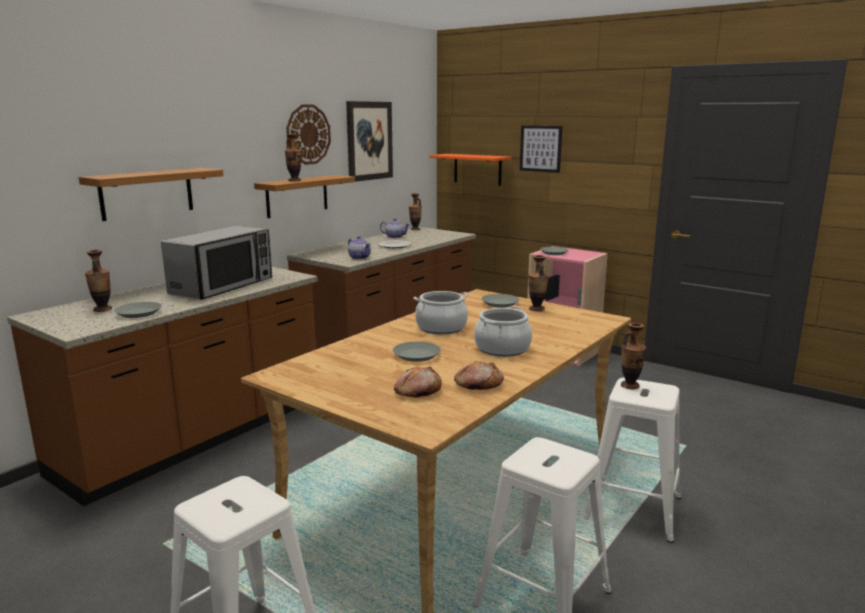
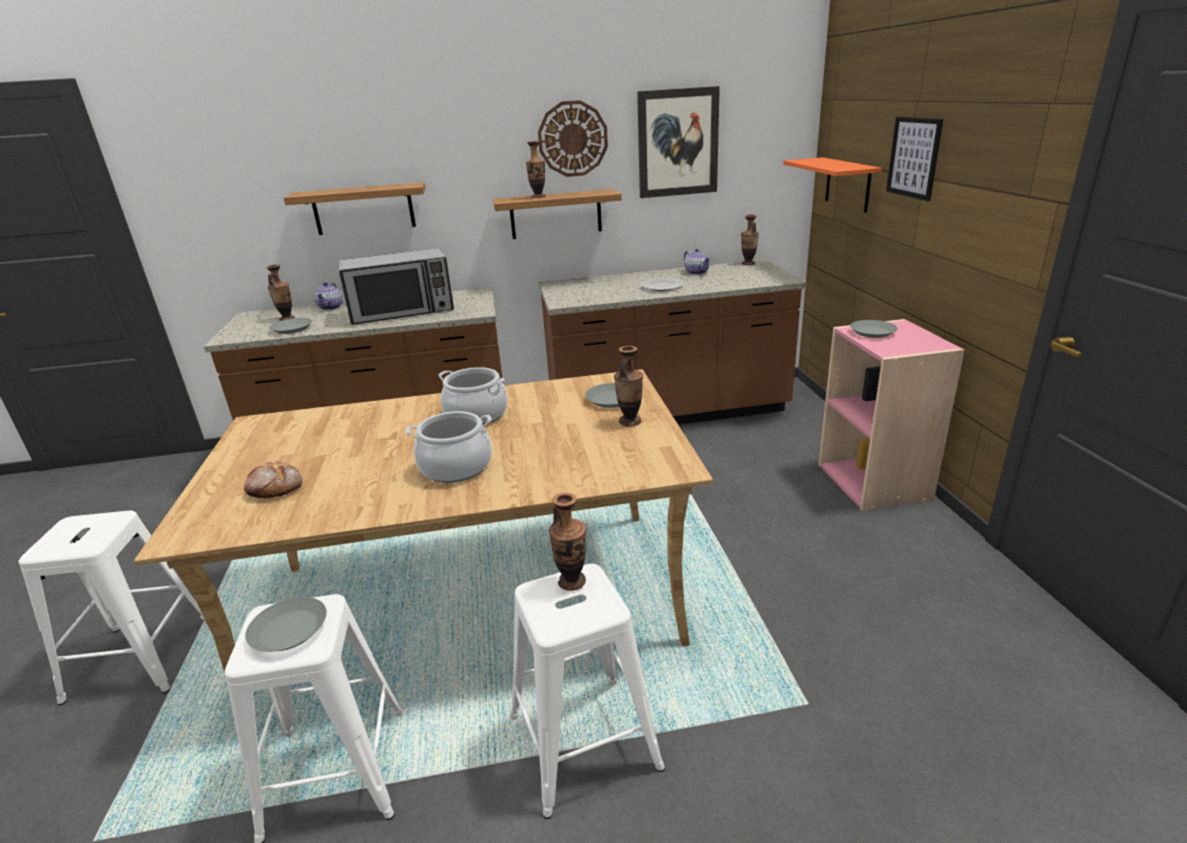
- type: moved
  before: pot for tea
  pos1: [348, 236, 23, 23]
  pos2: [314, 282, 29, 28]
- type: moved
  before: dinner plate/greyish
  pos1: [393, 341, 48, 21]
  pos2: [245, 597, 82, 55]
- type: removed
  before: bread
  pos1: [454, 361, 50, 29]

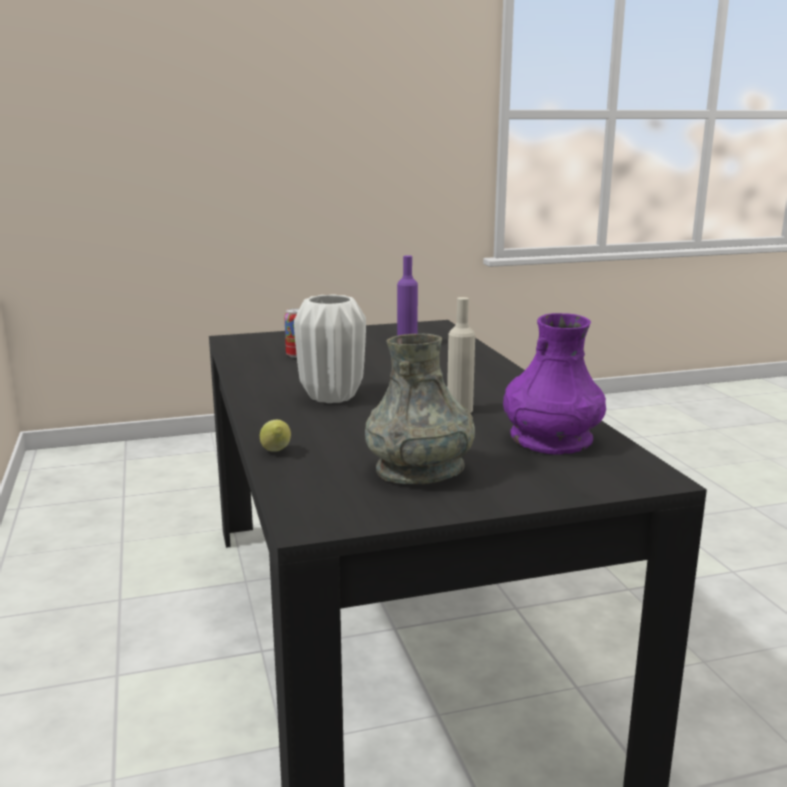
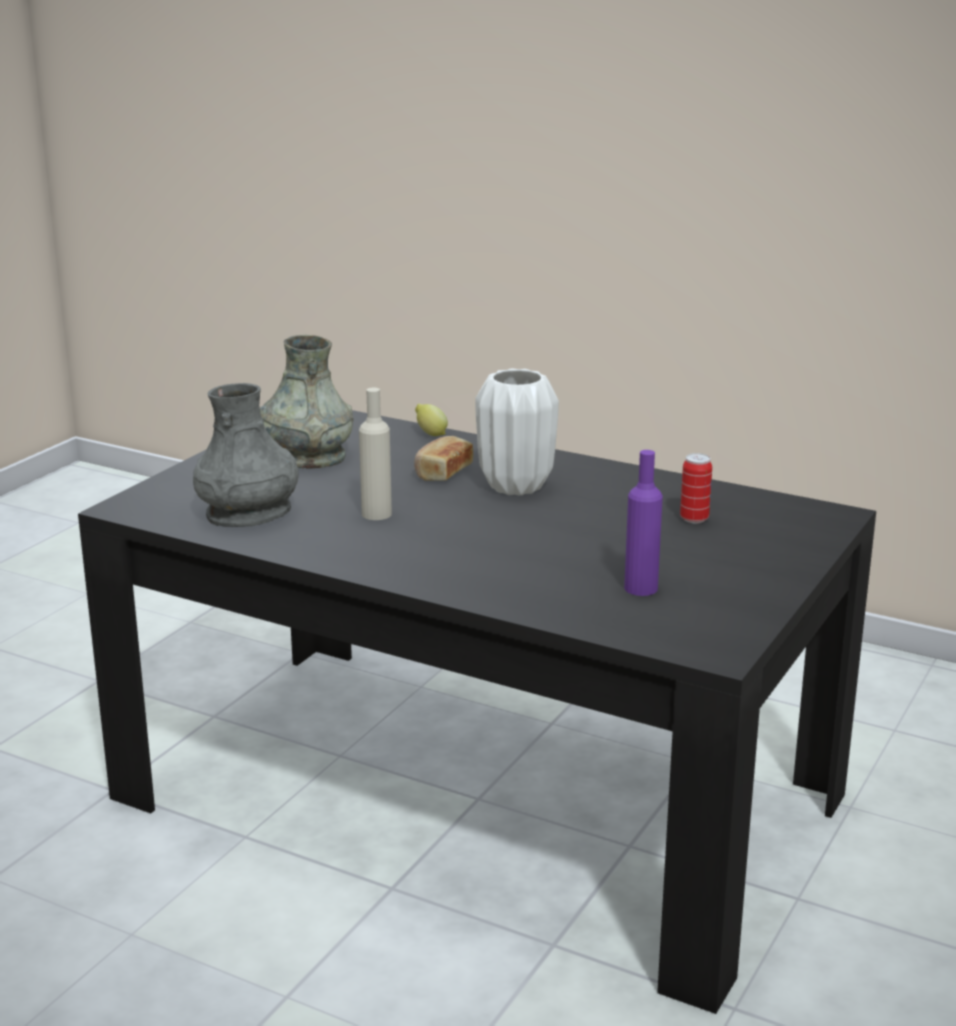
- type: recoloured
  before: decorative vase/purplish
  after: decorative vase/greyish
  pos1: [503, 313, 103, 142]
  pos2: [193, 383, 106, 144]
- type: added
  after: bread
  pos2: [414, 436, 59, 45]

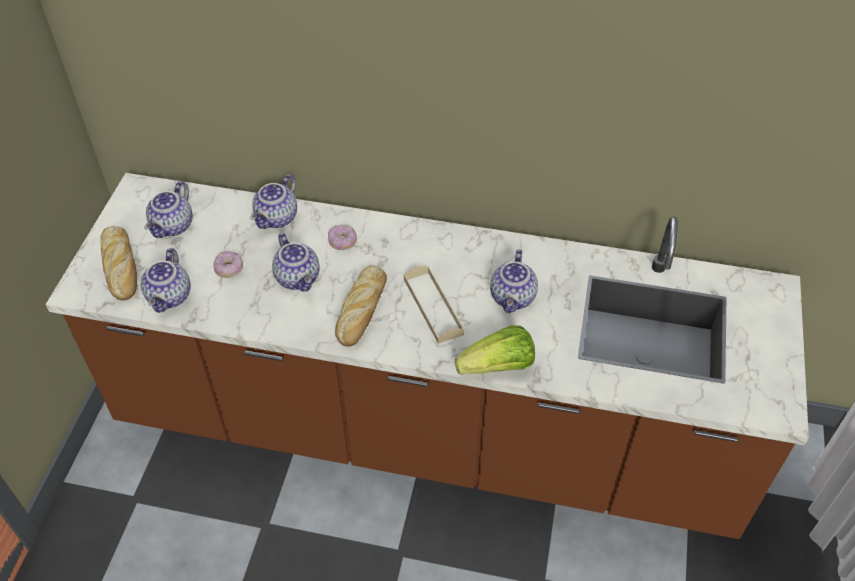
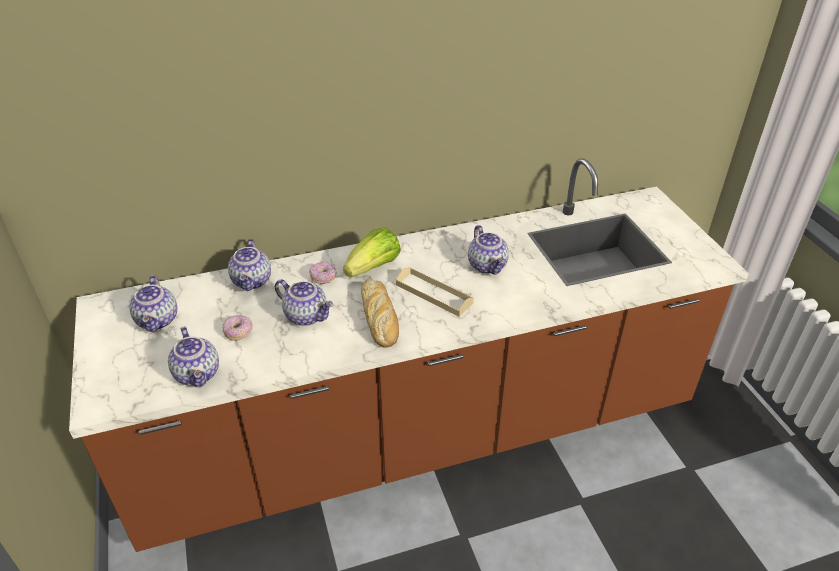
- type: removed
  before: bread
  pos1: [100, 226, 37, 74]
- type: moved
  before: head of lettuce
  pos1: [455, 325, 80, 49]
  pos2: [343, 228, 58, 49]

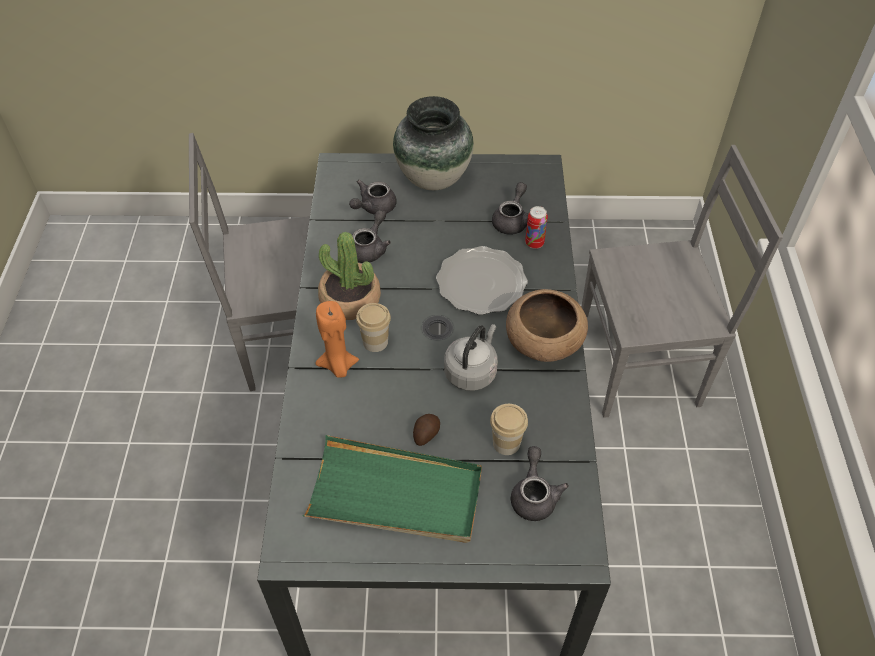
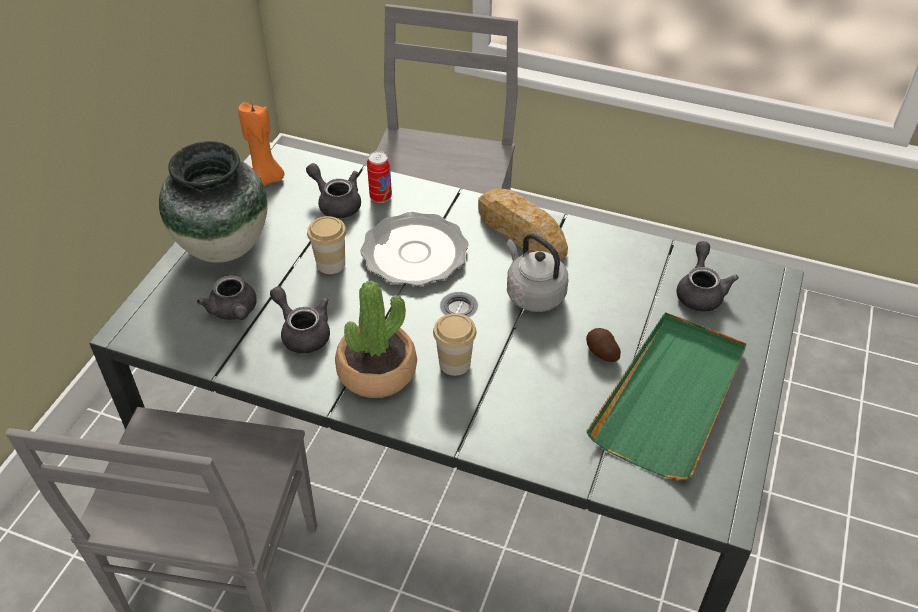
- type: replaced
  before: serving bowl/brownish
  after: bread
  pos1: [506, 289, 82, 73]
  pos2: [478, 188, 90, 72]
- type: moved
  before: wax candle/orange-coloured
  pos1: [316, 301, 43, 76]
  pos2: [238, 102, 46, 84]
- type: moved
  before: cup
  pos1: [490, 404, 38, 51]
  pos2: [307, 216, 40, 58]
- type: turned
  before: pot for tea/greyish
  pos1: [511, 446, 58, 75]
  pos2: [677, 241, 62, 71]
  turn: 75

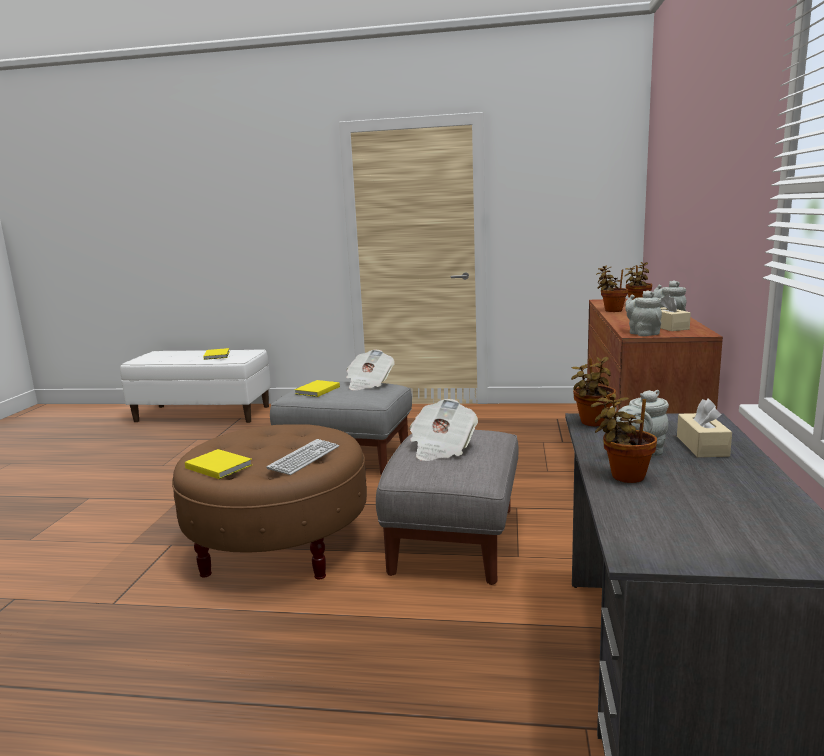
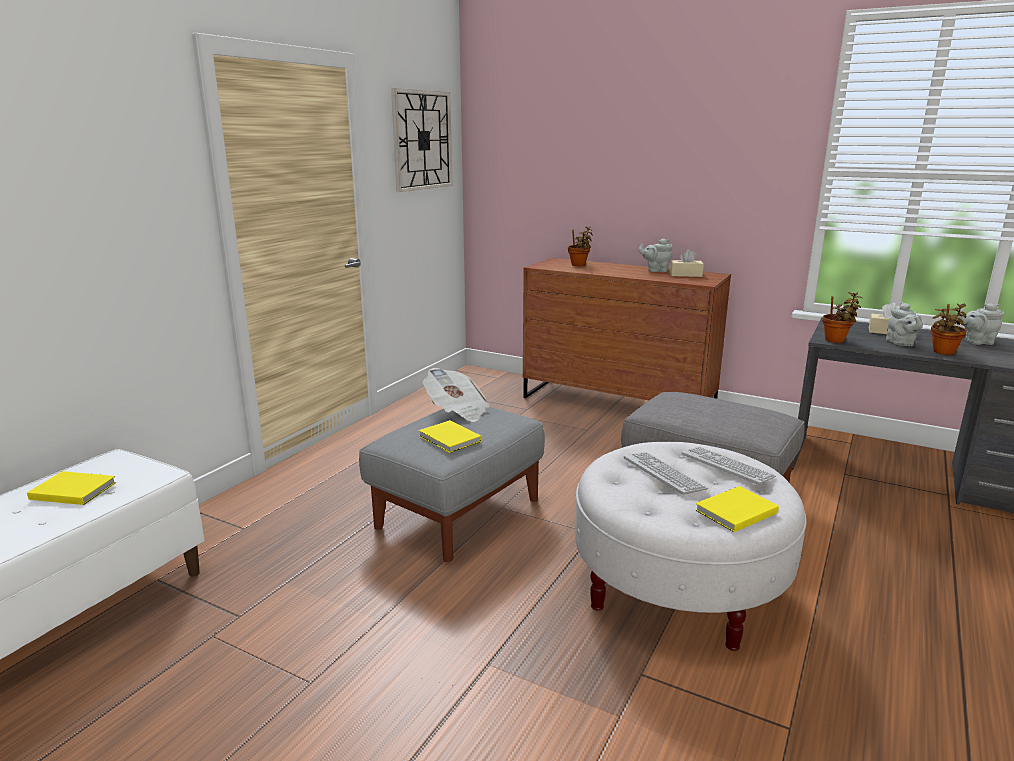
- type: removed
  before: potted plant
  pos1: [596, 266, 32, 46]
- type: moved
  before: pot for tea/greyish
  pos1: [625, 290, 37, 46]
  pos2: [958, 303, 46, 42]
- type: removed
  before: printed paper
  pos1: [410, 399, 68, 62]
- type: recoloured
  before: pouffe/brownish
  after: pouffe/white-coloured
  pos1: [172, 424, 195, 156]
  pos2: [575, 442, 231, 209]
- type: added
  after: hanging clock
  pos2: [391, 88, 62, 104]
- type: added
  after: keyboard
  pos2: [624, 452, 84, 43]

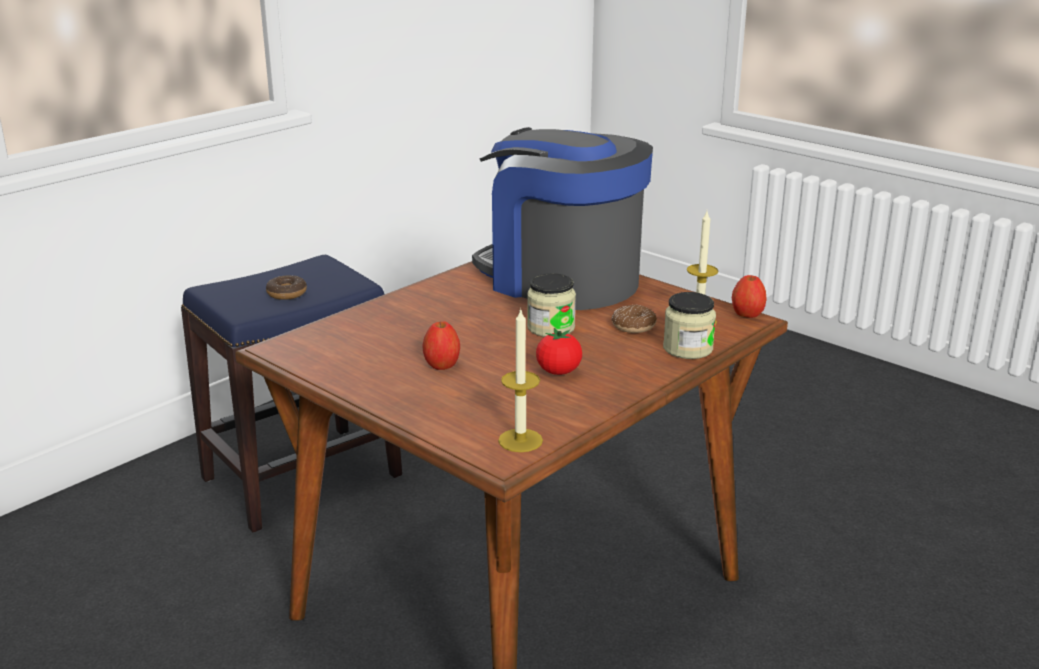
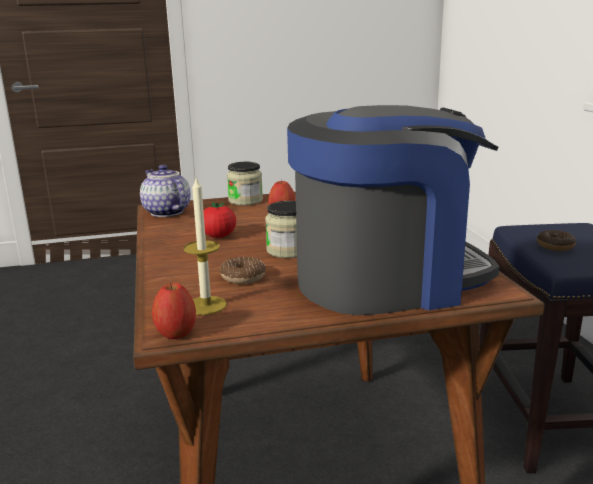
- type: moved
  before: storage jar
  pos1: [663, 292, 53, 67]
  pos2: [227, 162, 36, 44]
- type: replaced
  before: wax candle
  after: pot for tea
  pos1: [498, 308, 45, 144]
  pos2: [140, 164, 50, 53]

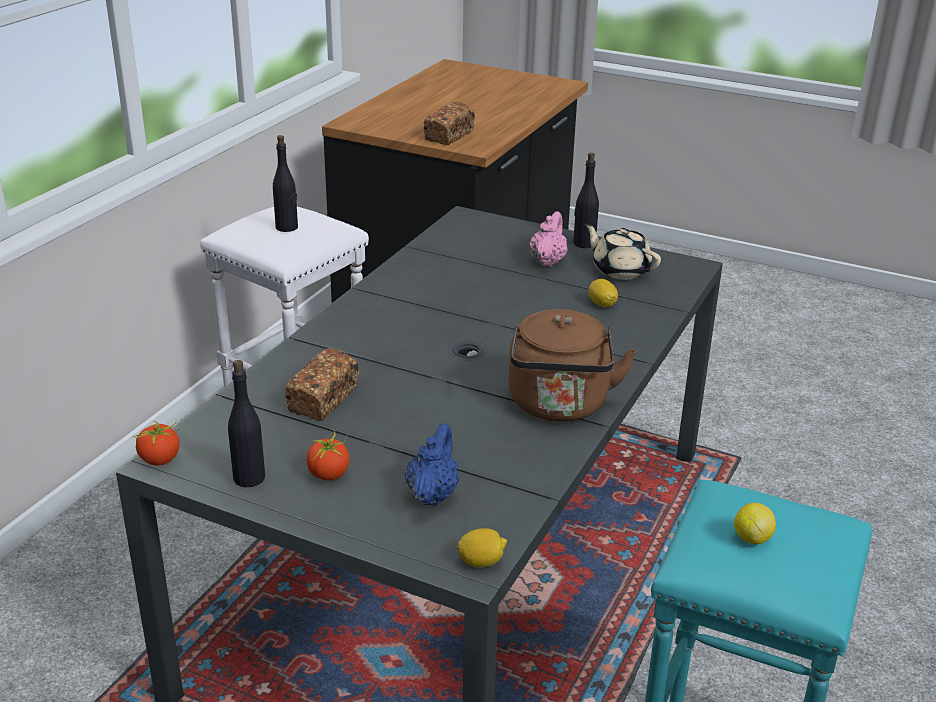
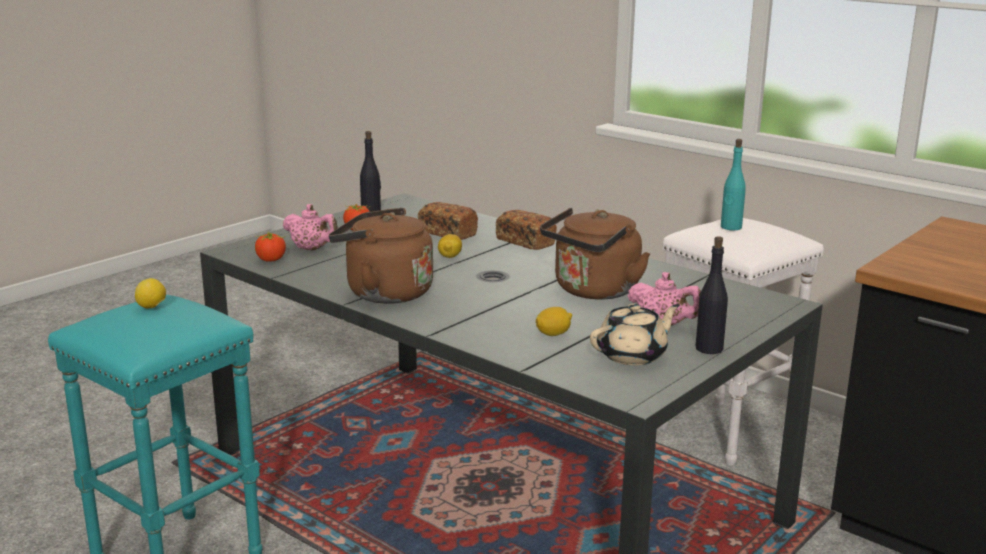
- type: moved
  before: bread
  pos1: [424, 102, 51, 43]
  pos2: [496, 210, 61, 40]
- type: recoloured
  before: drink bottle/blackish
  after: drink bottle/turquoise-coloured
  pos1: [273, 135, 25, 97]
  pos2: [721, 139, 25, 91]
- type: moved
  before: tomato
  pos1: [133, 419, 47, 47]
  pos2: [255, 232, 31, 30]
- type: recoloured
  before: pot for tea/blue-coloured
  after: pot for tea/pink
  pos1: [405, 423, 54, 83]
  pos2: [283, 204, 55, 47]
- type: moved
  before: whole lemon
  pos1: [457, 528, 50, 39]
  pos2: [438, 234, 24, 24]
- type: added
  after: kettle/brownish
  pos2: [540, 208, 110, 92]

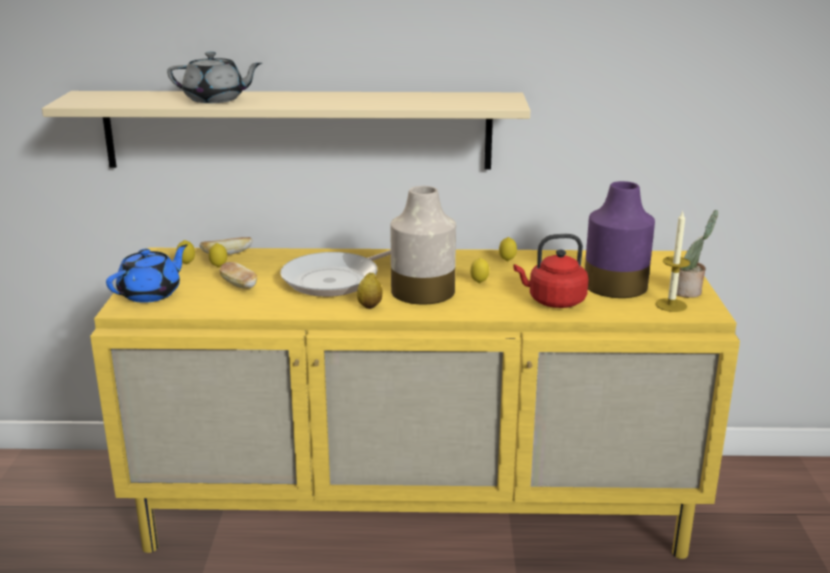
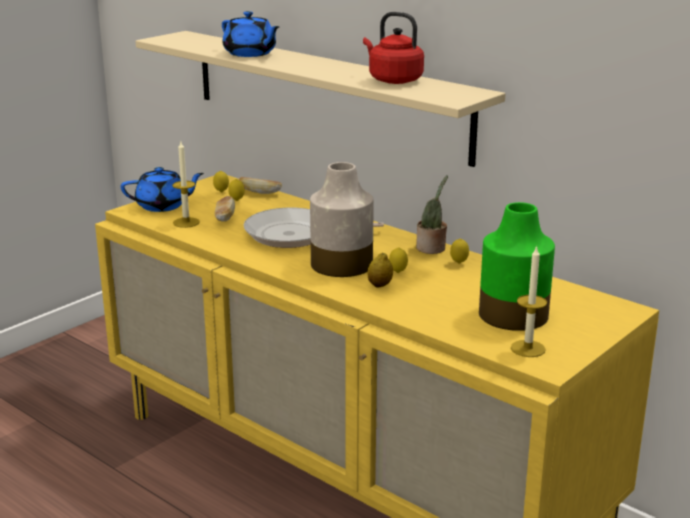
- type: recoloured
  before: pot for tea/greyish
  after: pot for tea/blue-coloured
  pos1: [167, 52, 95, 51]
  pos2: [222, 11, 58, 46]
- type: recoloured
  before: decorative vase/purplish
  after: decorative vase/greenish
  pos1: [585, 181, 70, 117]
  pos2: [479, 202, 76, 129]
- type: moved
  before: potted plant
  pos1: [677, 210, 41, 88]
  pos2: [416, 175, 32, 79]
- type: moved
  before: kettle/reddish
  pos1: [513, 234, 76, 74]
  pos2: [363, 12, 61, 72]
- type: moved
  before: whole lemon
  pos1: [357, 272, 25, 37]
  pos2: [367, 252, 26, 35]
- type: added
  after: wax candle
  pos2: [172, 142, 28, 86]

